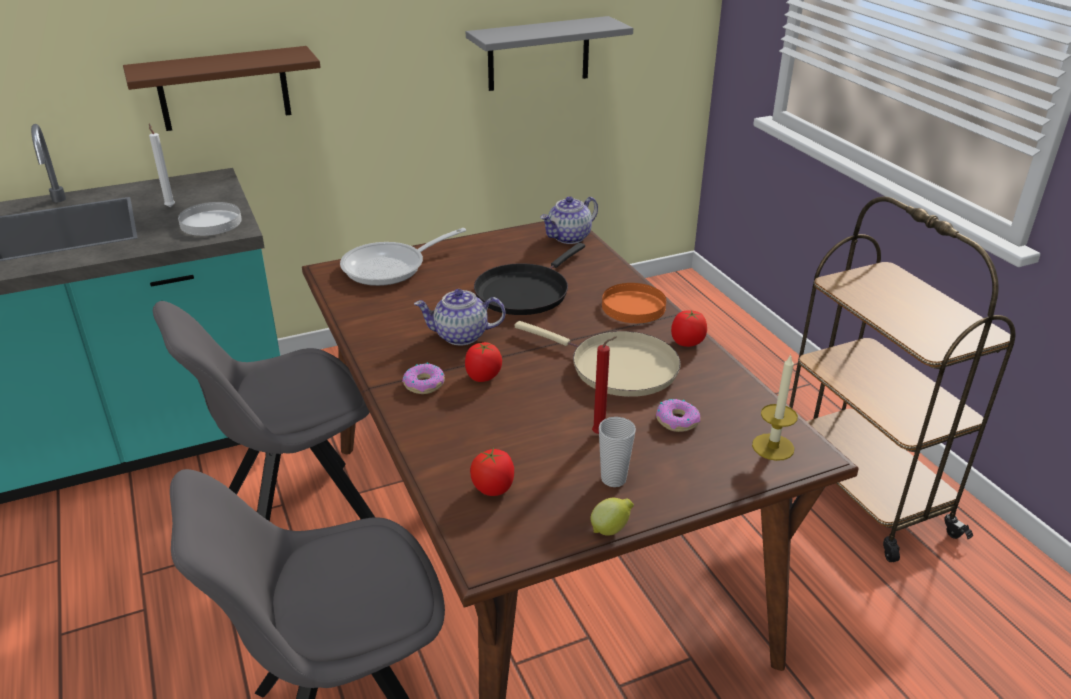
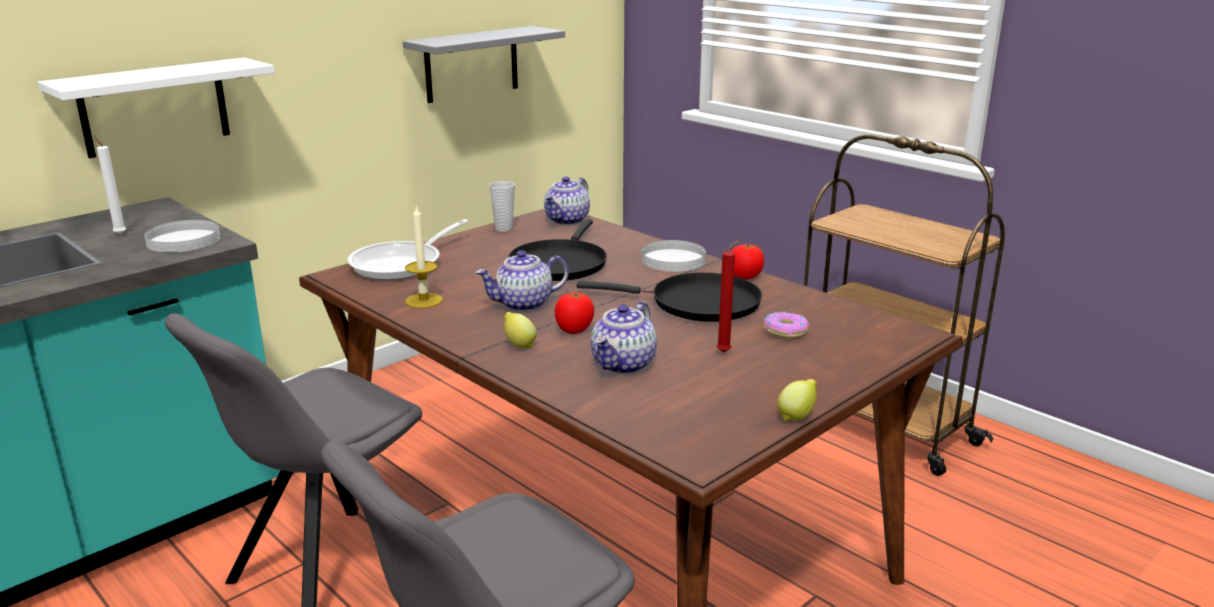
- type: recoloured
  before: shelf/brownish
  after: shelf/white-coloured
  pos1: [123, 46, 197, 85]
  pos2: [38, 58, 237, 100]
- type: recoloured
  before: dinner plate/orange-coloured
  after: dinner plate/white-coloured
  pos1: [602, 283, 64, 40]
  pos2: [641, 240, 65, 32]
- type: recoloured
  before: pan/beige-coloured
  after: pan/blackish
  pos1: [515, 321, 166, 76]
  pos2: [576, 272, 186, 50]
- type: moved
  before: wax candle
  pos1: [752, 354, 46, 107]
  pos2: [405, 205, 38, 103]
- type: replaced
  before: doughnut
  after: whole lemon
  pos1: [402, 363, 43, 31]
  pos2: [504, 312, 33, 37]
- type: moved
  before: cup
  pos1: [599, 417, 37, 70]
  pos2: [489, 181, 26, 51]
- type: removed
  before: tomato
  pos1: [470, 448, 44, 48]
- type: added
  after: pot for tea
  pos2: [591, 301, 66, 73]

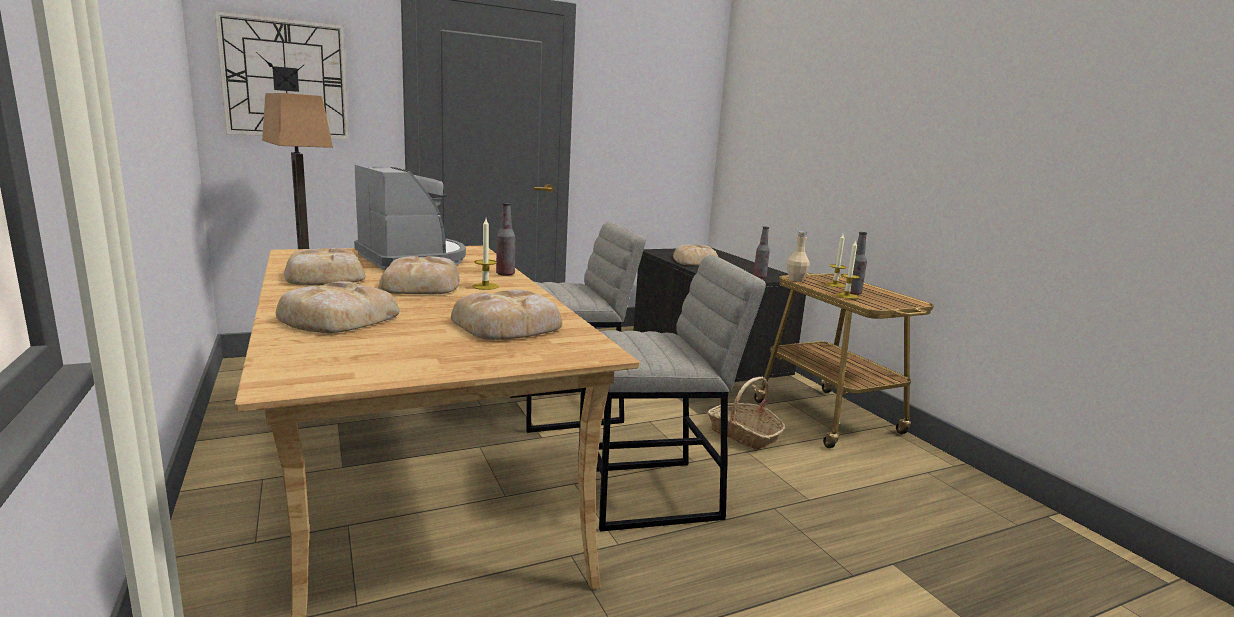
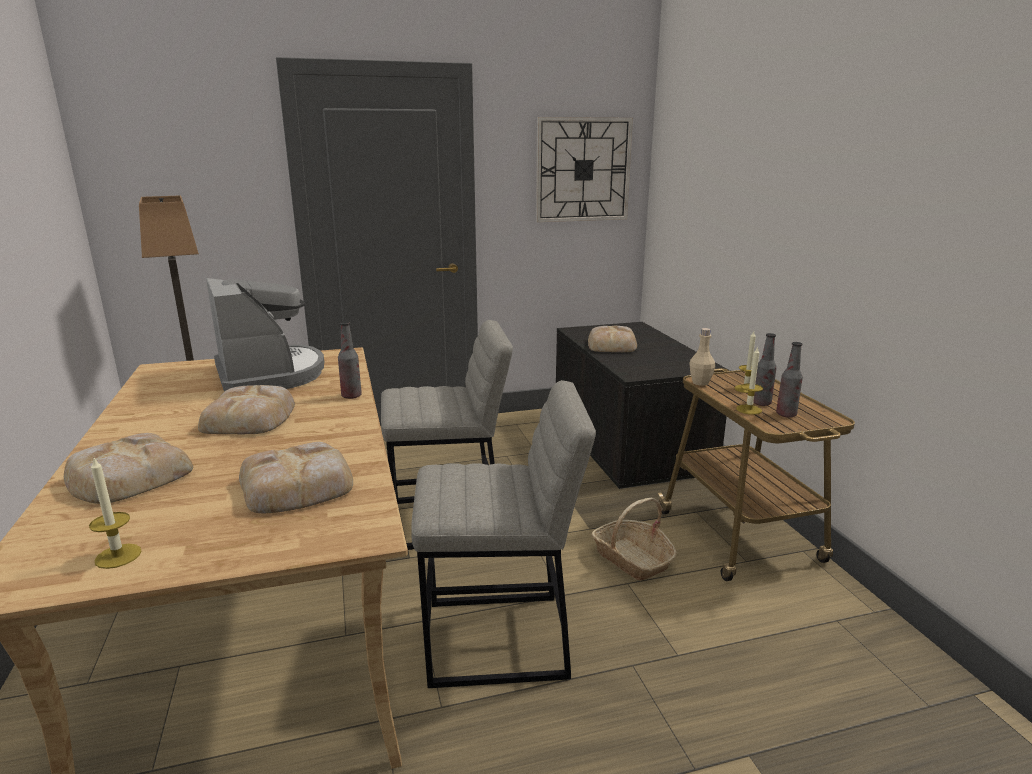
- type: moved
  before: hanging clock
  pos1: [214, 11, 135, 129]
  pos2: [536, 117, 97, 105]
- type: moved
  before: wax candle
  pos1: [472, 219, 27, 71]
  pos2: [89, 458, 53, 111]
- type: moved
  before: drink bottle
  pos1: [753, 226, 17, 52]
  pos2: [776, 342, 27, 75]
- type: removed
  before: bread
  pos1: [284, 248, 82, 37]

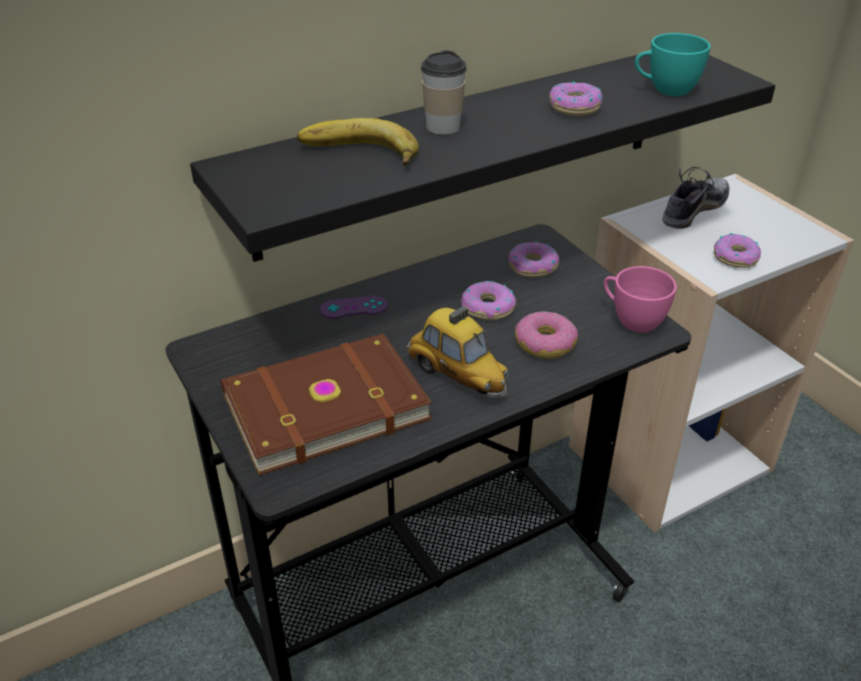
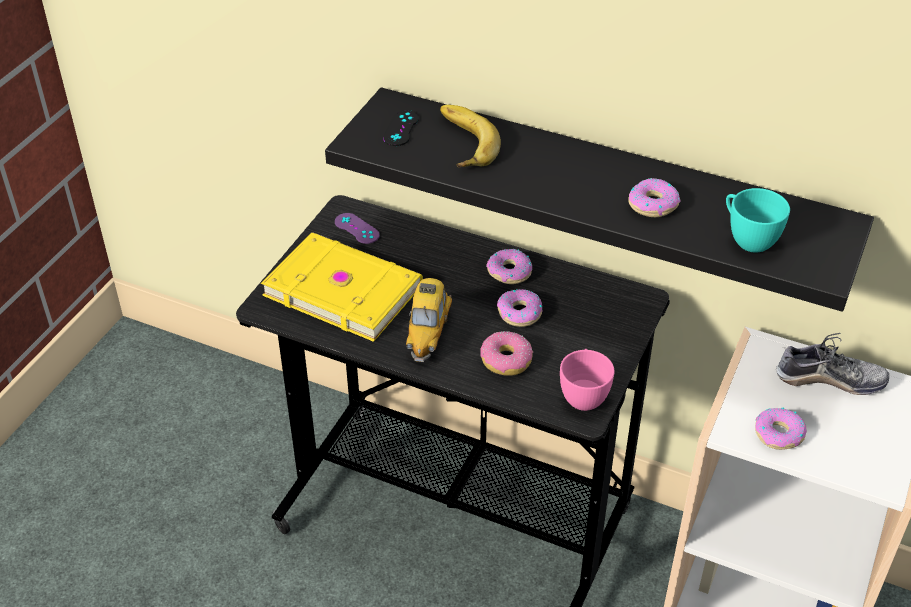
- type: removed
  before: cup
  pos1: [421, 50, 46, 85]
- type: moved
  before: doughnut
  pos1: [508, 242, 51, 35]
  pos2: [486, 249, 46, 35]
- type: moved
  before: gamepad/purplish
  pos1: [320, 296, 68, 23]
  pos2: [335, 213, 45, 31]
- type: recoloured
  before: volume/brownish
  after: volume/yellow
  pos1: [221, 334, 211, 142]
  pos2: [261, 232, 162, 110]
- type: added
  after: gamepad/blackish
  pos2: [383, 110, 36, 36]

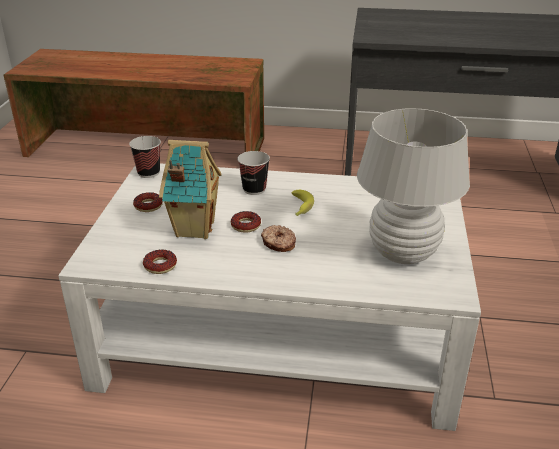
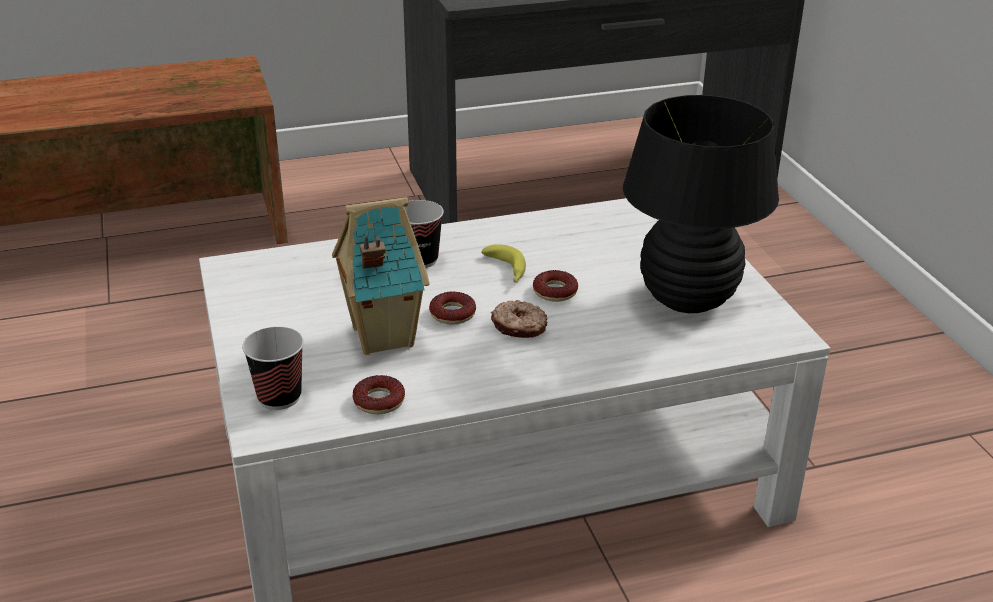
- type: recoloured
  before: tabletop lamp/white-coloured
  after: tabletop lamp/blackish
  pos1: [357, 108, 113, 156]
  pos2: [623, 95, 156, 218]
- type: moved
  before: cup
  pos1: [129, 136, 32, 42]
  pos2: [242, 327, 62, 83]
- type: moved
  before: doughnut
  pos1: [133, 192, 30, 20]
  pos2: [533, 270, 45, 32]

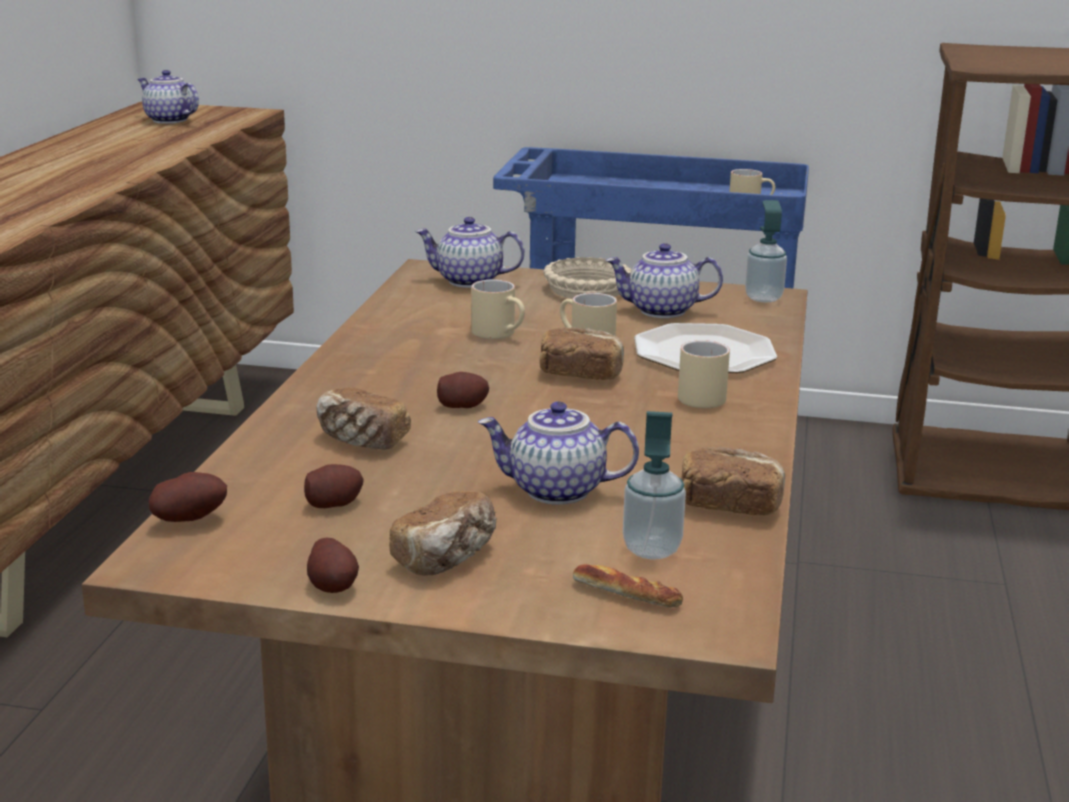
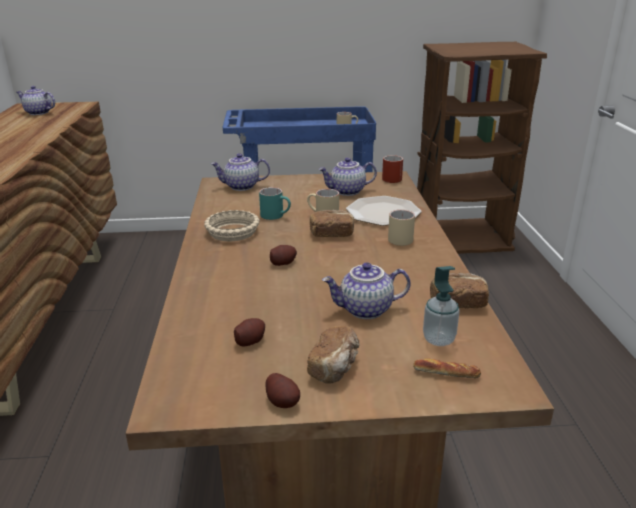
- type: replaced
  before: soap dispenser
  after: tea mug/reddish
  pos1: [745, 200, 42, 102]
  pos2: [382, 155, 21, 28]
- type: moved
  before: serving bowl/beige-coloured
  pos1: [543, 257, 89, 42]
  pos2: [204, 210, 56, 31]
- type: recoloured
  before: tea mug/beige-coloured
  after: tea mug/turquoise-coloured
  pos1: [471, 280, 54, 59]
  pos2: [259, 187, 32, 33]
- type: removed
  before: bread
  pos1: [317, 387, 94, 63]
- type: removed
  before: potato
  pos1: [149, 472, 78, 50]

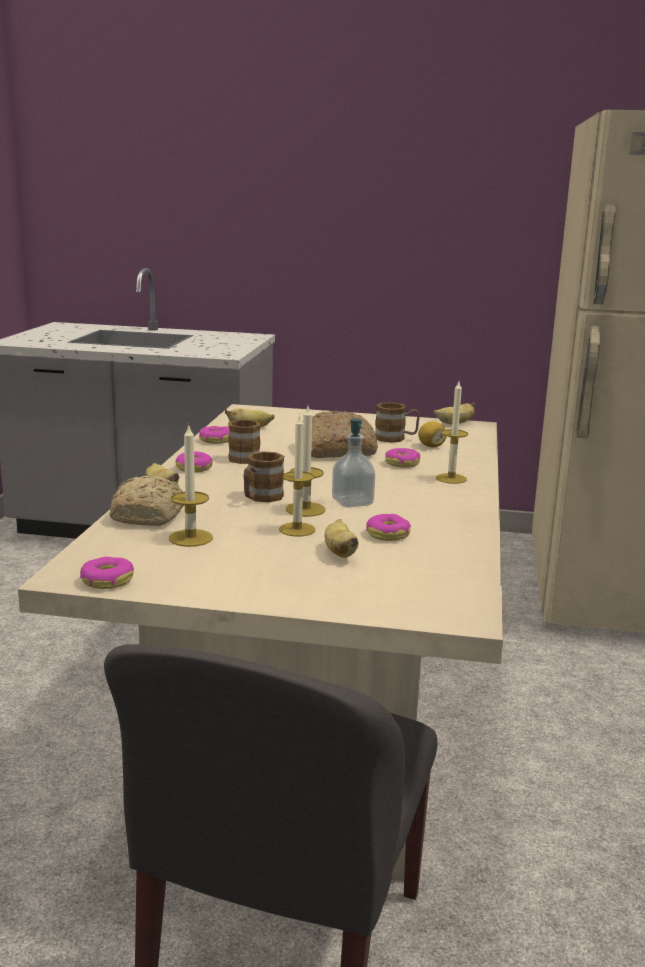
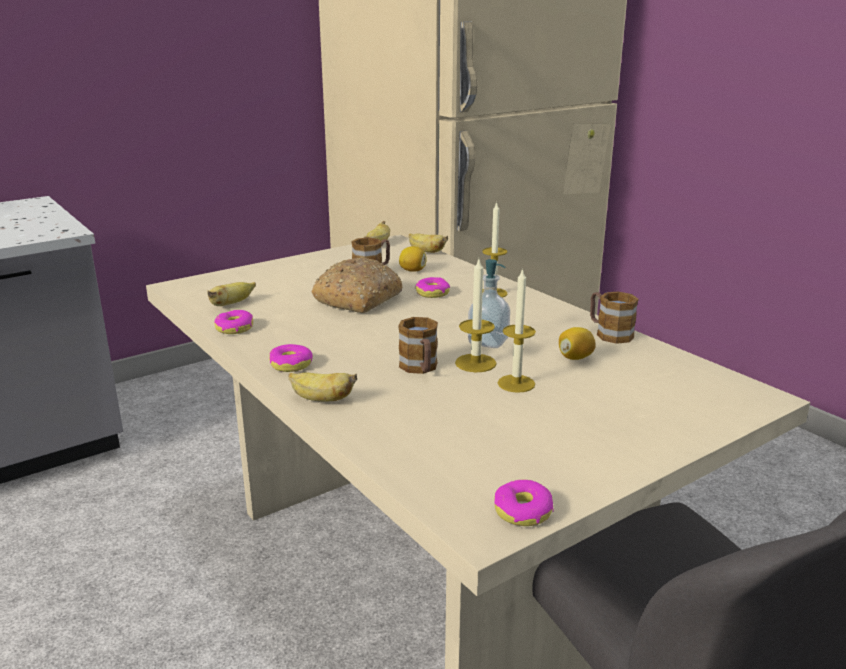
- type: moved
  before: tea mug
  pos1: [228, 420, 33, 44]
  pos2: [590, 292, 49, 52]
- type: removed
  before: wax candle
  pos1: [169, 423, 44, 124]
- type: removed
  before: bread
  pos1: [110, 474, 74, 52]
- type: replaced
  before: doughnut
  after: whole lemon
  pos1: [366, 514, 45, 27]
  pos2: [559, 327, 37, 33]
- type: moved
  before: whole banana
  pos1: [325, 519, 33, 39]
  pos2: [409, 233, 39, 20]

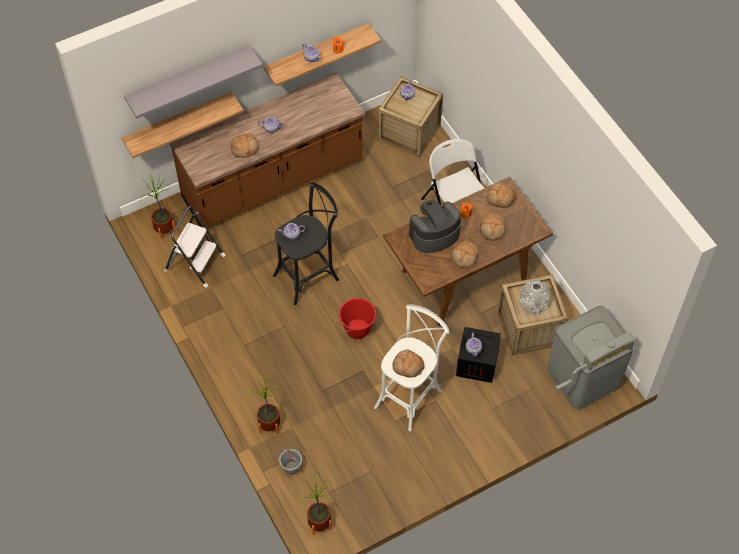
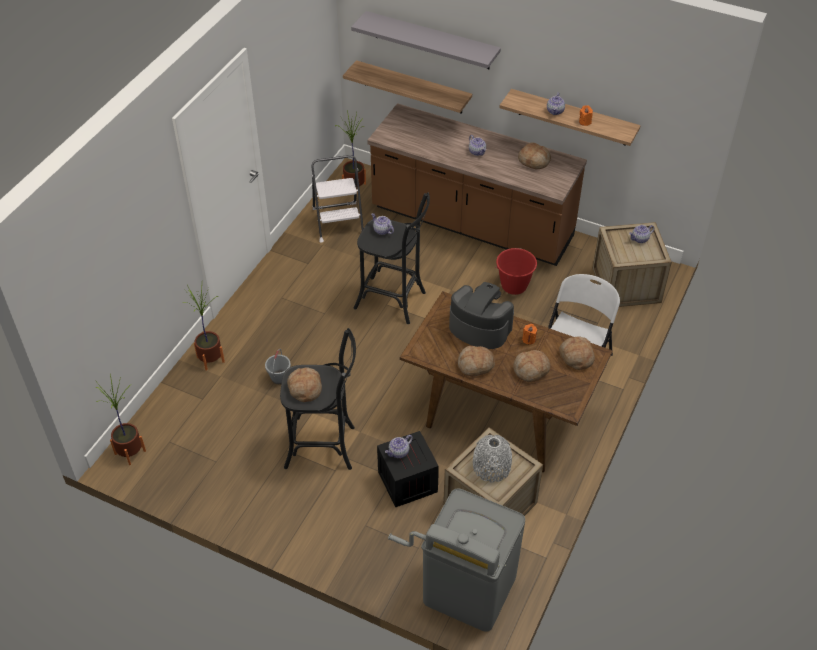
- type: moved
  before: bread
  pos1: [231, 133, 28, 25]
  pos2: [518, 143, 33, 26]
- type: moved
  before: water bucket/reddish
  pos1: [339, 298, 37, 41]
  pos2: [495, 248, 42, 47]
- type: recoloured
  before: stool/white-coloured
  after: stool/blackish
  pos1: [374, 304, 75, 127]
  pos2: [280, 328, 76, 142]
- type: moved
  before: water bucket/greyish
  pos1: [279, 448, 23, 27]
  pos2: [265, 349, 26, 35]

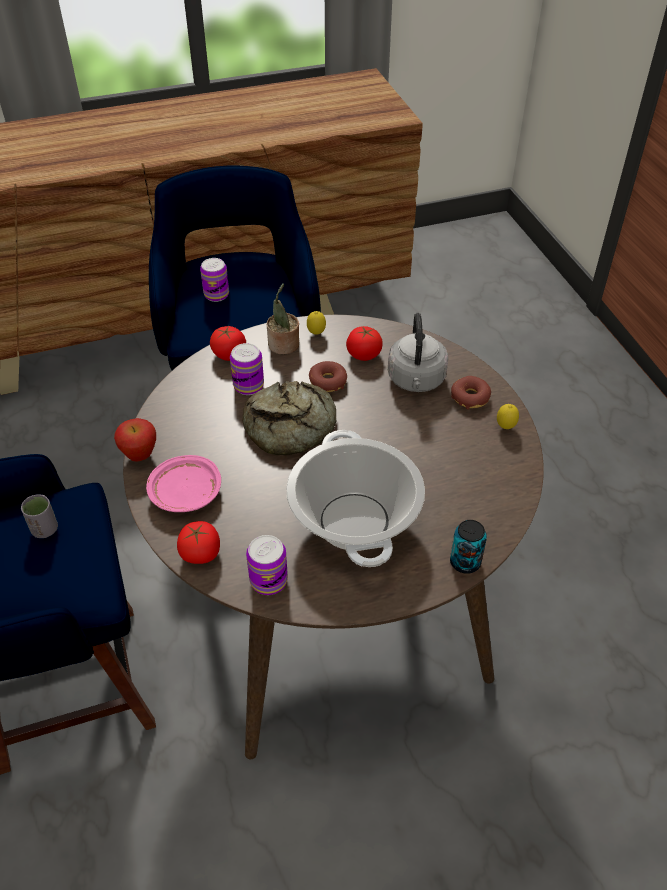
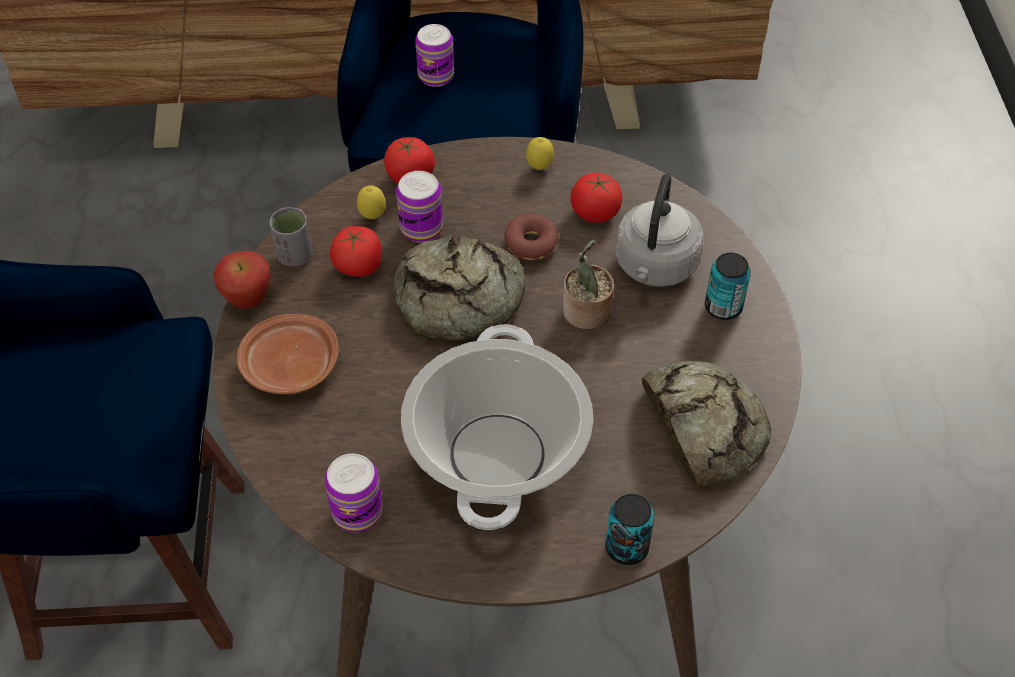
- type: moved
  before: potted plant
  pos1: [267, 283, 32, 72]
  pos2: [563, 240, 51, 89]
- type: replaced
  before: doughnut
  after: sealed can
  pos1: [451, 376, 40, 34]
  pos2: [705, 253, 46, 67]
- type: moved
  before: whole lemon
  pos1: [497, 404, 22, 25]
  pos2: [357, 186, 29, 33]
- type: recoloured
  before: dinner plate/pink
  after: dinner plate/brownish
  pos1: [146, 455, 75, 57]
  pos2: [237, 314, 102, 81]
- type: moved
  before: cup/greyish
  pos1: [21, 494, 37, 44]
  pos2: [269, 207, 43, 60]
- type: moved
  before: tomato
  pos1: [177, 521, 43, 43]
  pos2: [330, 226, 52, 51]
- type: added
  after: bread
  pos2: [641, 361, 130, 127]

